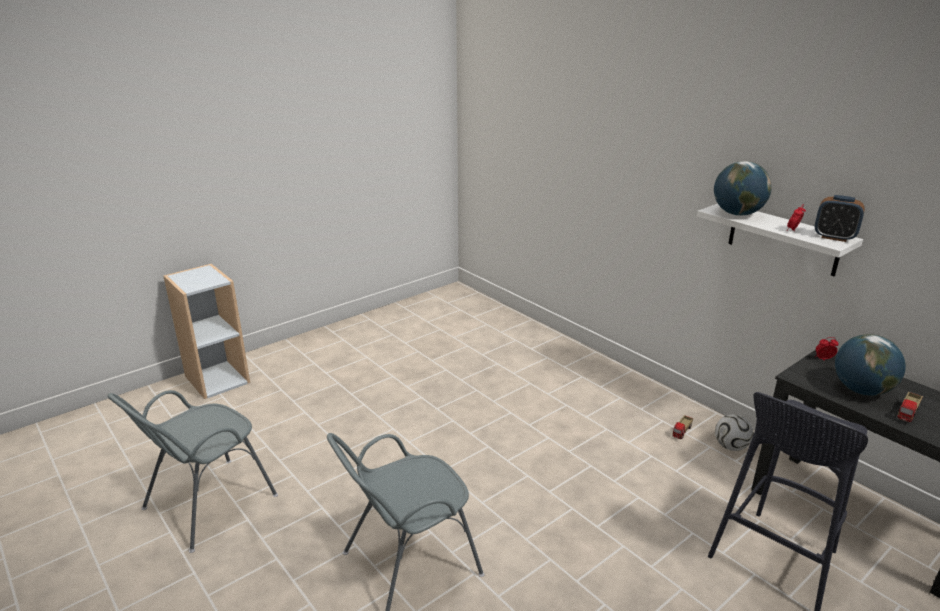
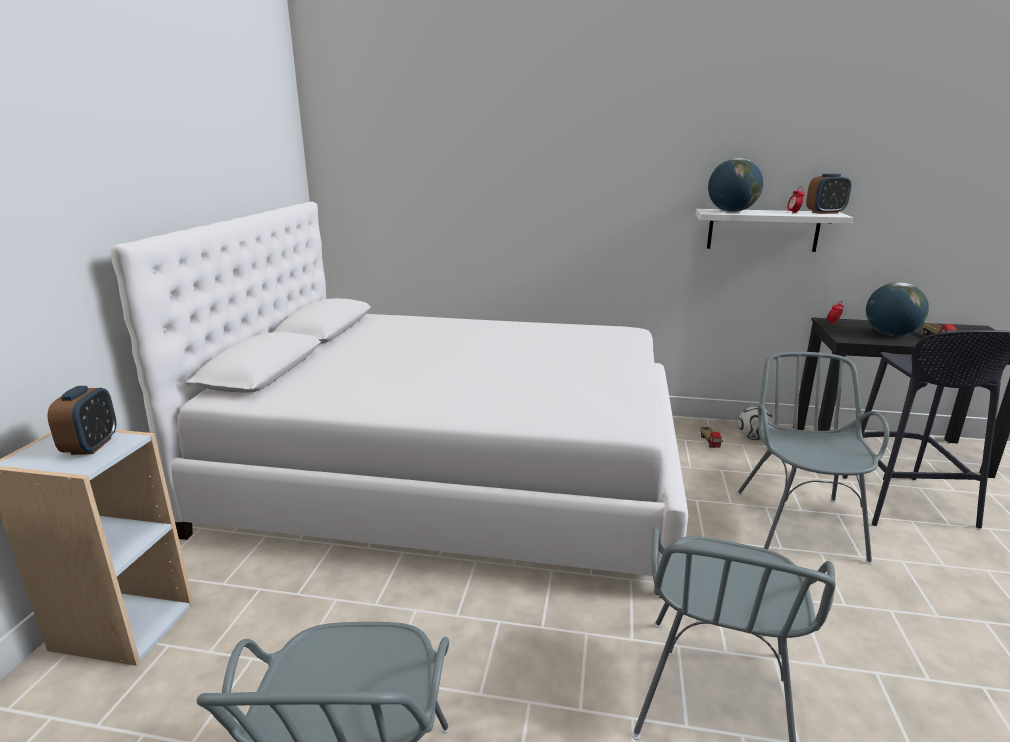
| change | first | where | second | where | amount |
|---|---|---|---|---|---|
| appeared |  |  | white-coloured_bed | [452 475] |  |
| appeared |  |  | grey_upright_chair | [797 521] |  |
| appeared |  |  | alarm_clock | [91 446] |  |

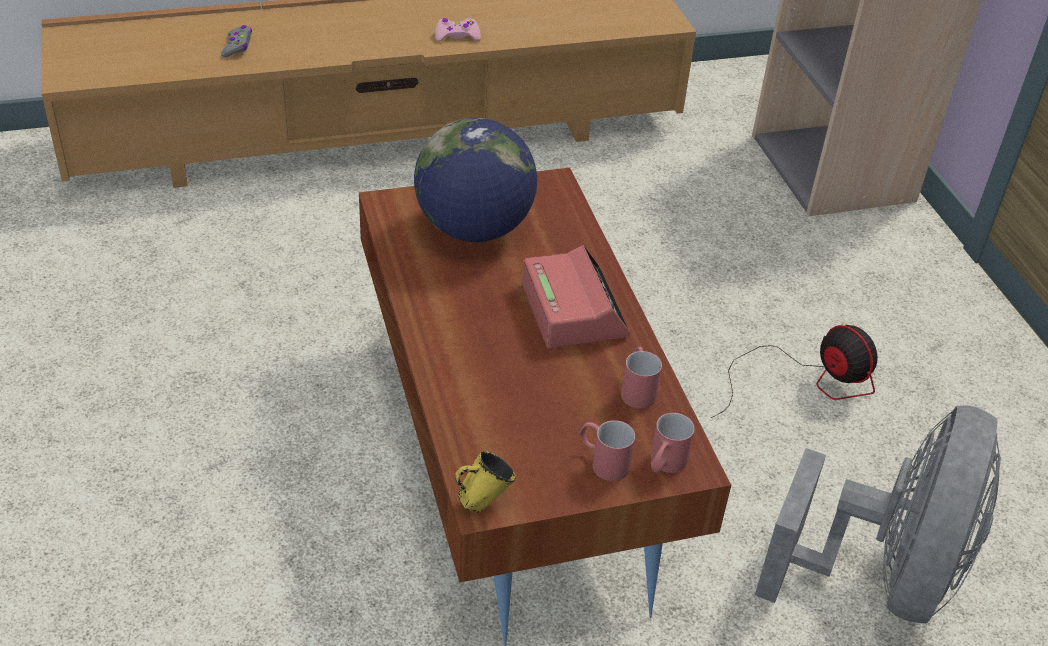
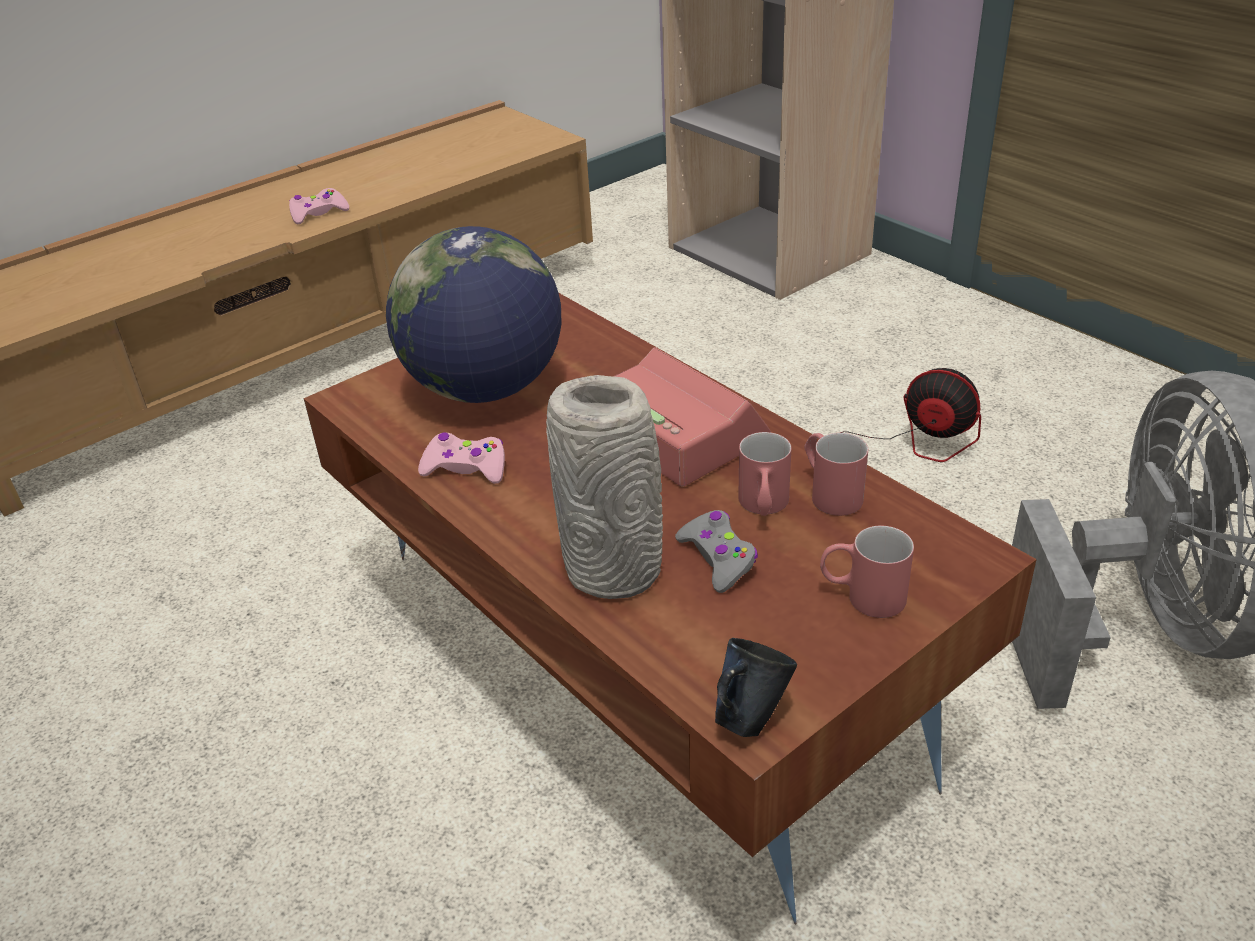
| change | first | where | second | where | amount |
|---|---|---|---|---|---|
| relocated | grey_game_controller | [237 46] |  | [718 558] |  |
| relocated | red-coloured_mug | [664 465] |  | [763 508] |  |
| colour | yellow_mug | [483 501] | blue_mug | [749 717] |  |
| appeared |  |  | grey_flower_vase | [616 571] |  |
| appeared |  |  | pink_game_controller | [466 468] |  |

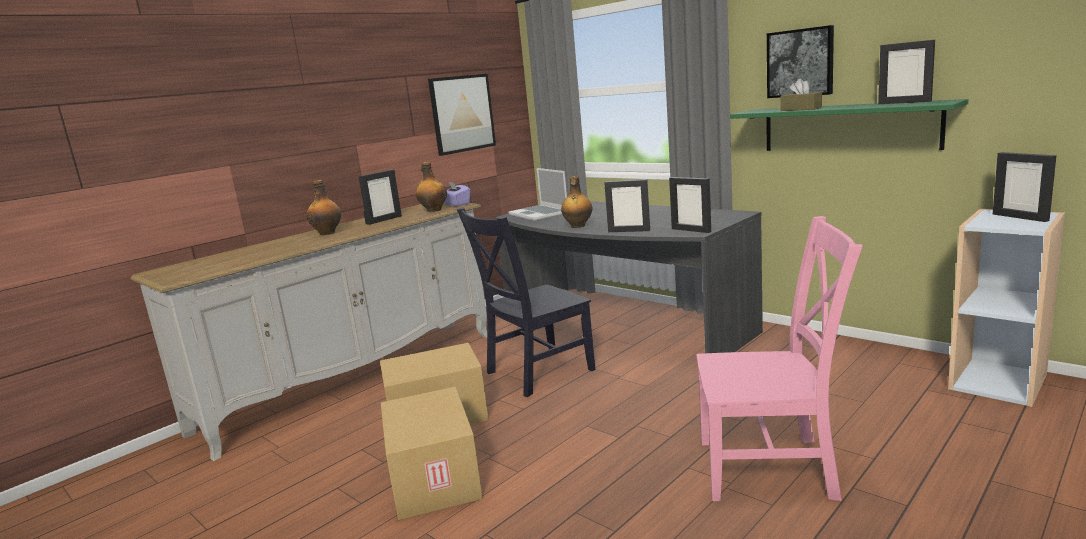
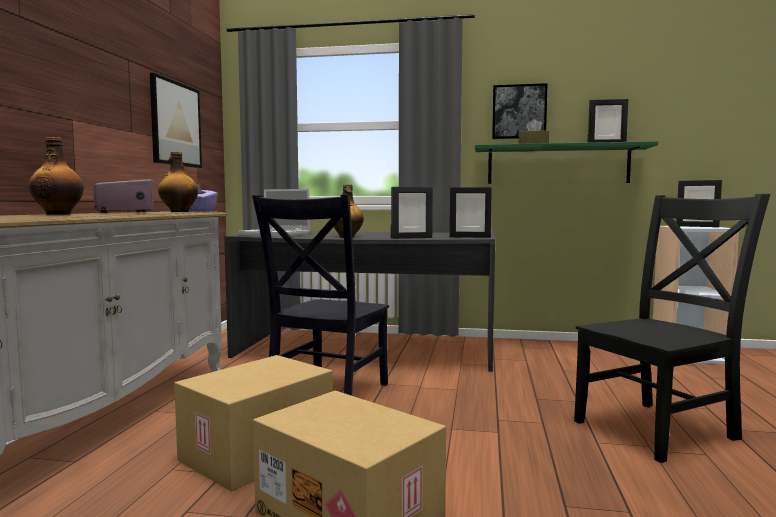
| change | first | where | second | where | amount |
|---|---|---|---|---|---|
| exchanged | standing_frame | [384 220] | radio_set | [124 213] |  |
| colour | pink_upright_chair | [772 469] | black_upright_chair | [659 429] |  |

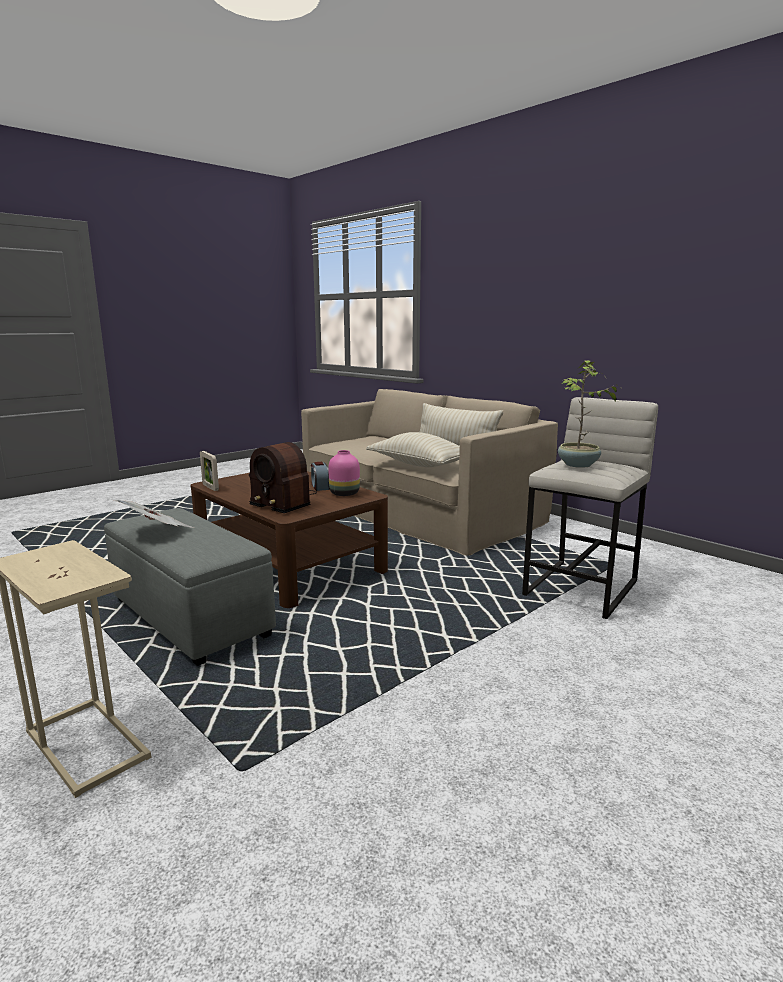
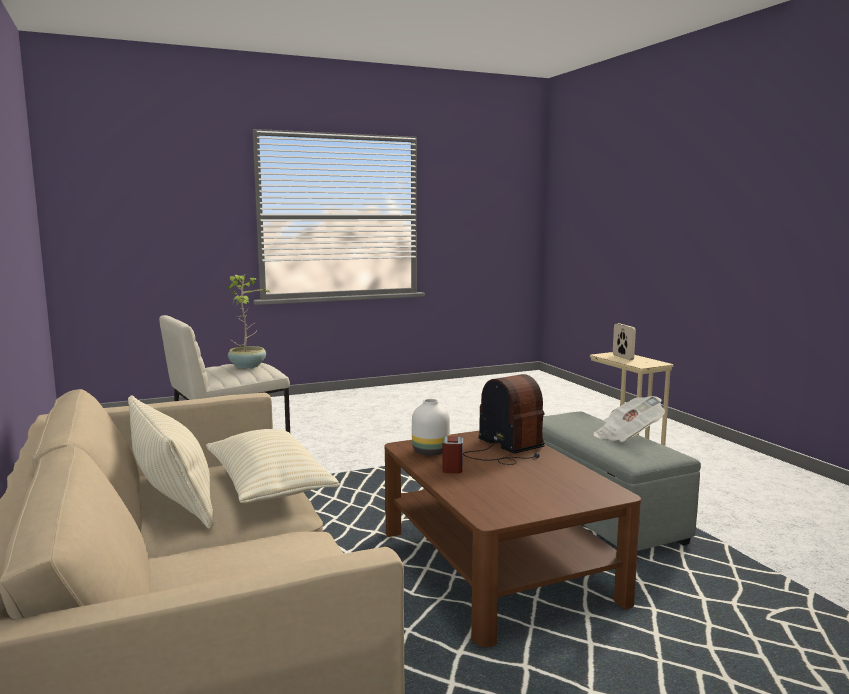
| change | first | where | second | where | amount |
|---|---|---|---|---|---|
| colour | pink_flower_vase | [343 494] | white-coloured_flower_vase | [431 452] |  |
| relocated | standing_frame | [210 487] |  | [623 357] |  |

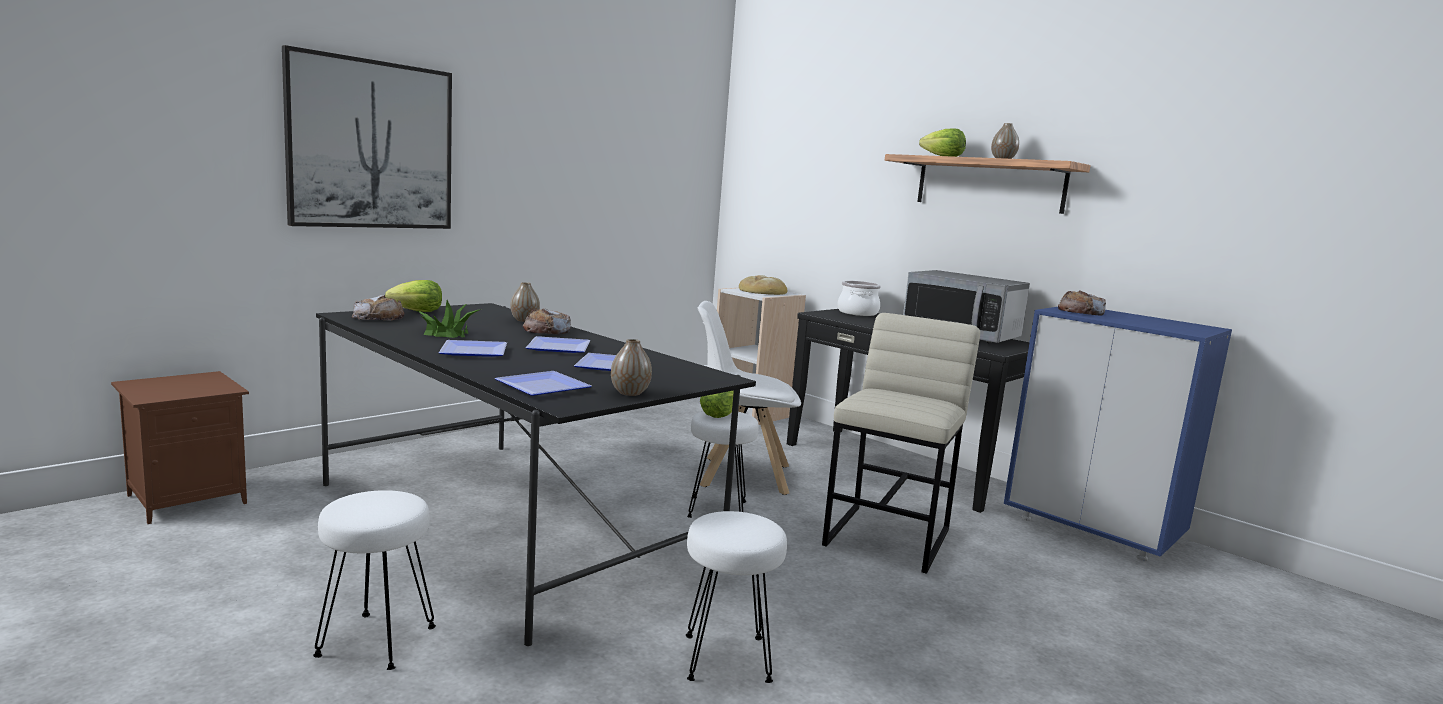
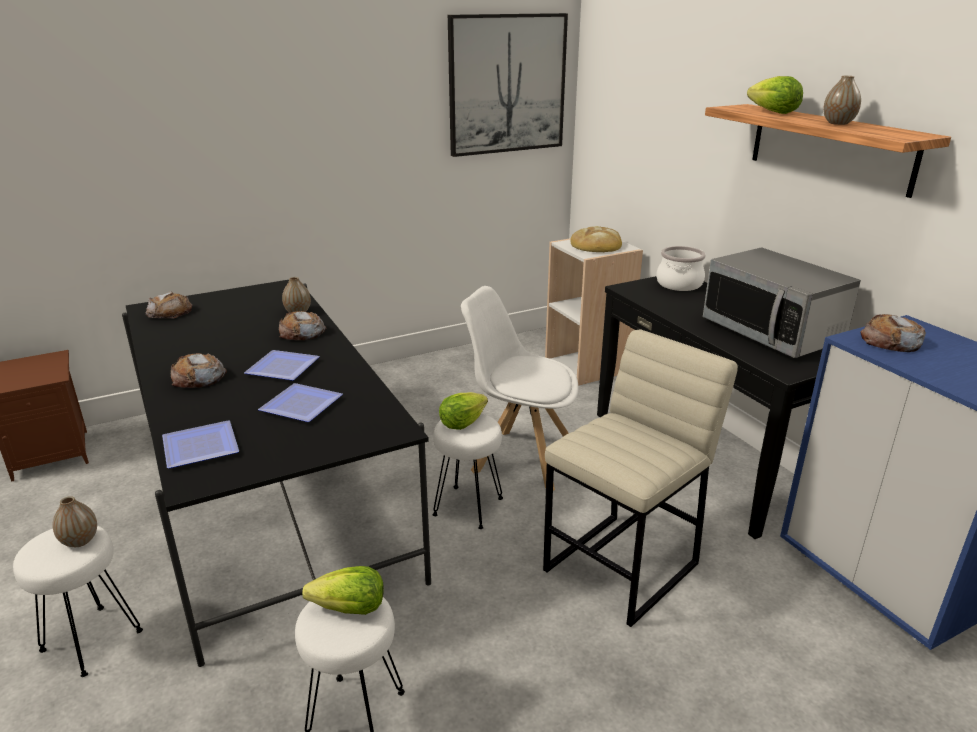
| change | first | where | second | where | amount |
|---|---|---|---|---|---|
| relocated | wall_picture | [372 145] |  | [507 84] |  |
| relocated | lettuce_head | [417 312] |  | [350 609] |  |
| missing | plant_in_a_pot | [447 334] |  |  |  |
| relocated | flower_vase | [630 393] |  | [80 541] |  |
| exchanged | dinner_plate | [476 352] | bakery_bread | [198 377] |  |

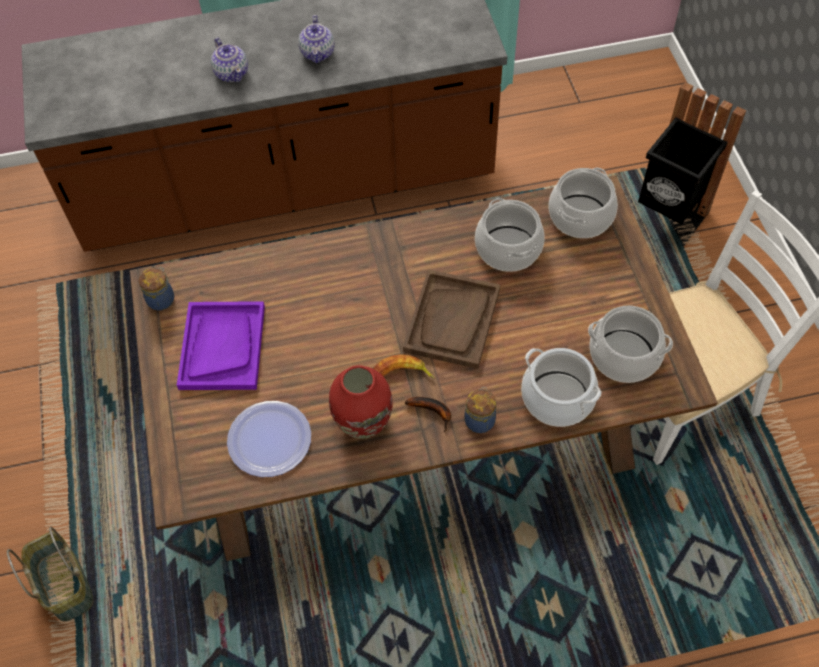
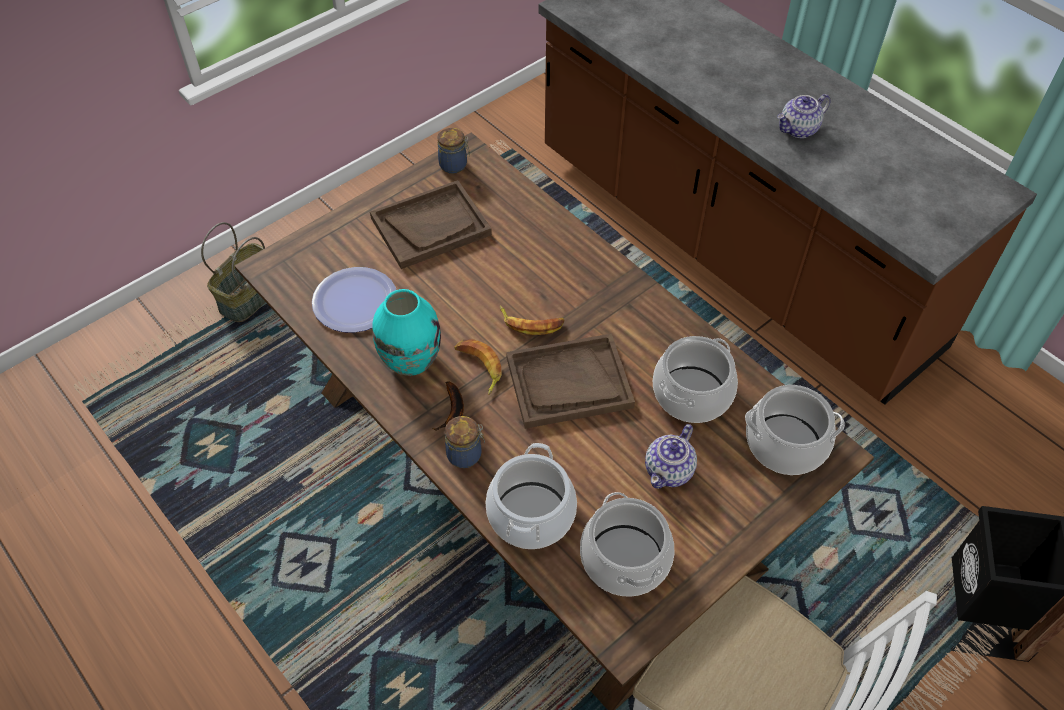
| change | first | where | second | where | amount |
|---|---|---|---|---|---|
| relocated | pot_for_tea | [232 73] |  | [669 470] |  |
| colour | purple_carrying_tray | [222 347] | brownish_carrying_tray | [431 226] |  |
| colour | red-coloured_flower_vase | [362 422] | blue-green_flower_vase | [410 360] |  |
| appeared |  |  | banana_fruit | [531 323] |  |

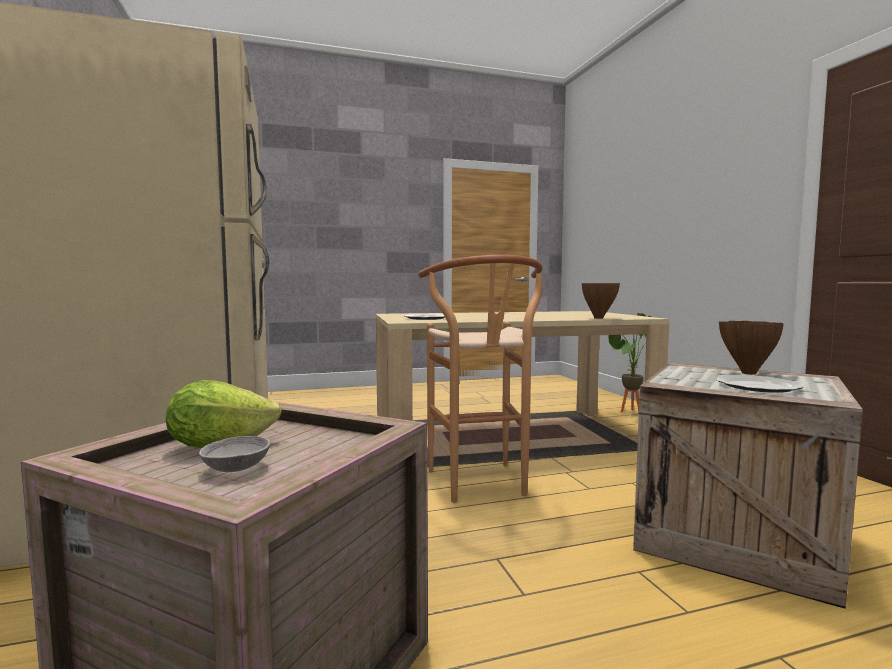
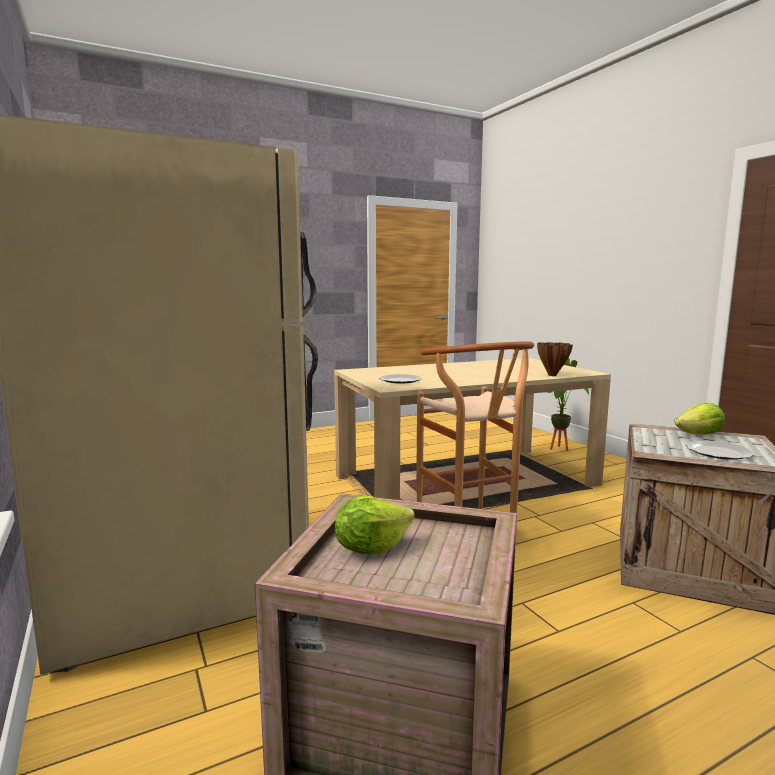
| change | first | where | second | where | amount |
|---|---|---|---|---|---|
| exchanged | brownish_flower_vase | [748 373] | lettuce_head | [699 435] |  |
| missing | grey_deep_dish | [236 468] |  |  |  |

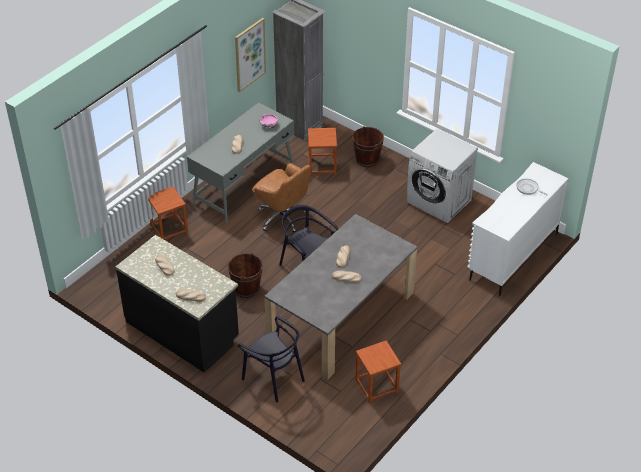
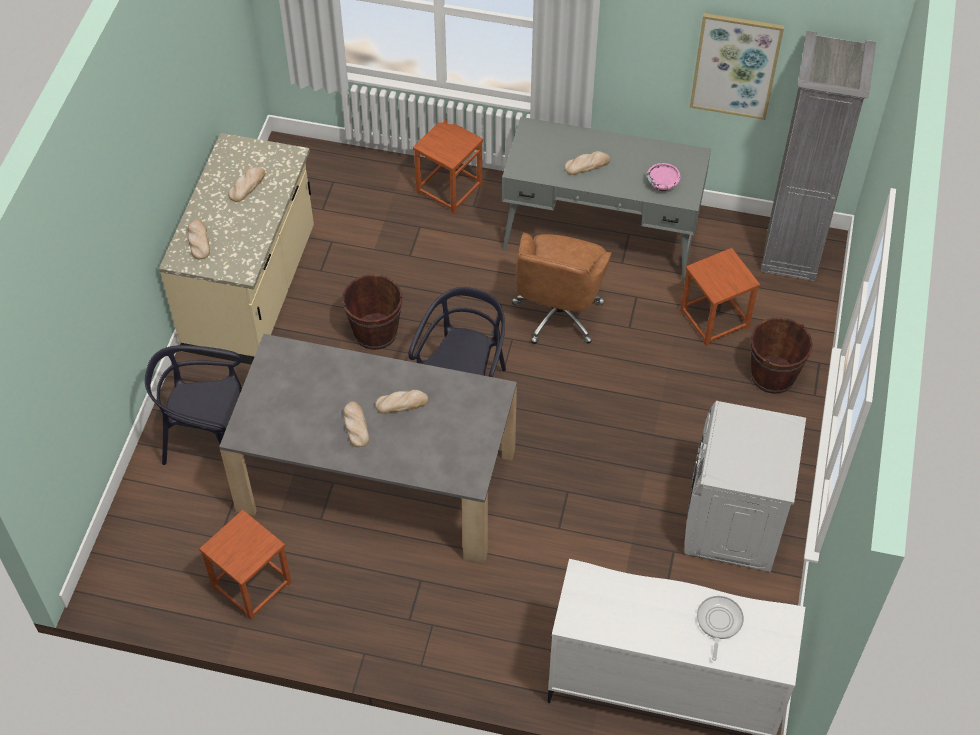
| change | first | where | second | where | amount |
|---|---|---|---|---|---|
| colour | black_kitchen_base_unit | [182 330] | sand-coloured_kitchen_base_unit | [252 292] |  |
| spun | black_upright_chair | [274 378] |  | [208 440] | 75 degrees clockwise |

